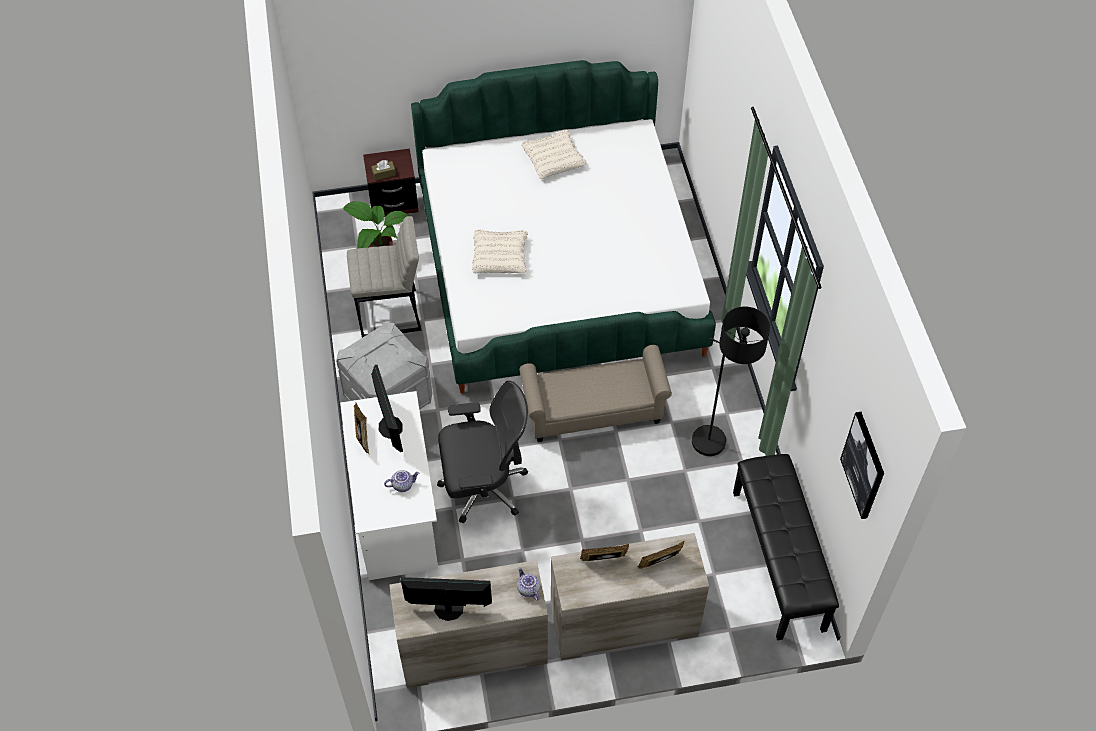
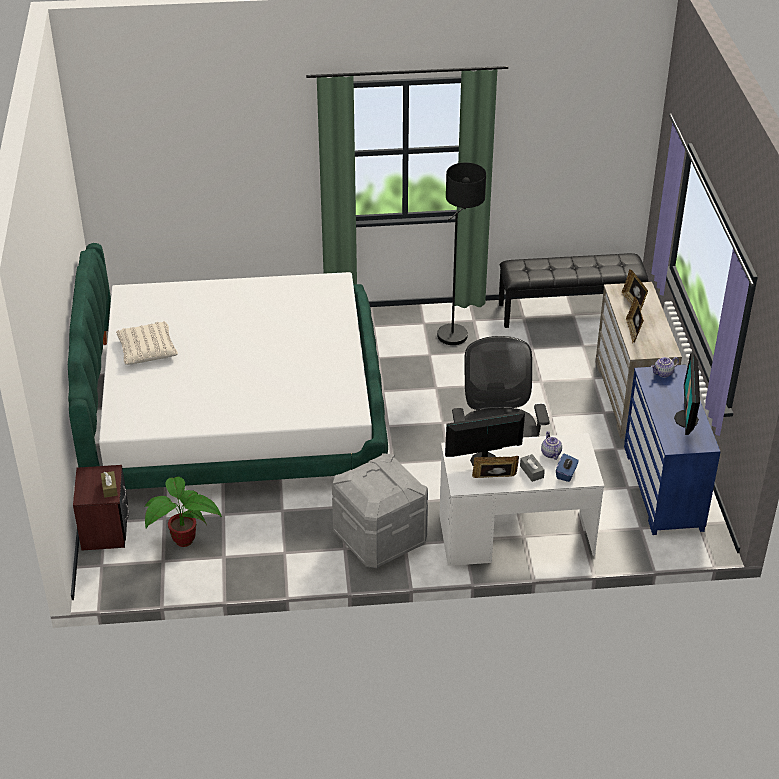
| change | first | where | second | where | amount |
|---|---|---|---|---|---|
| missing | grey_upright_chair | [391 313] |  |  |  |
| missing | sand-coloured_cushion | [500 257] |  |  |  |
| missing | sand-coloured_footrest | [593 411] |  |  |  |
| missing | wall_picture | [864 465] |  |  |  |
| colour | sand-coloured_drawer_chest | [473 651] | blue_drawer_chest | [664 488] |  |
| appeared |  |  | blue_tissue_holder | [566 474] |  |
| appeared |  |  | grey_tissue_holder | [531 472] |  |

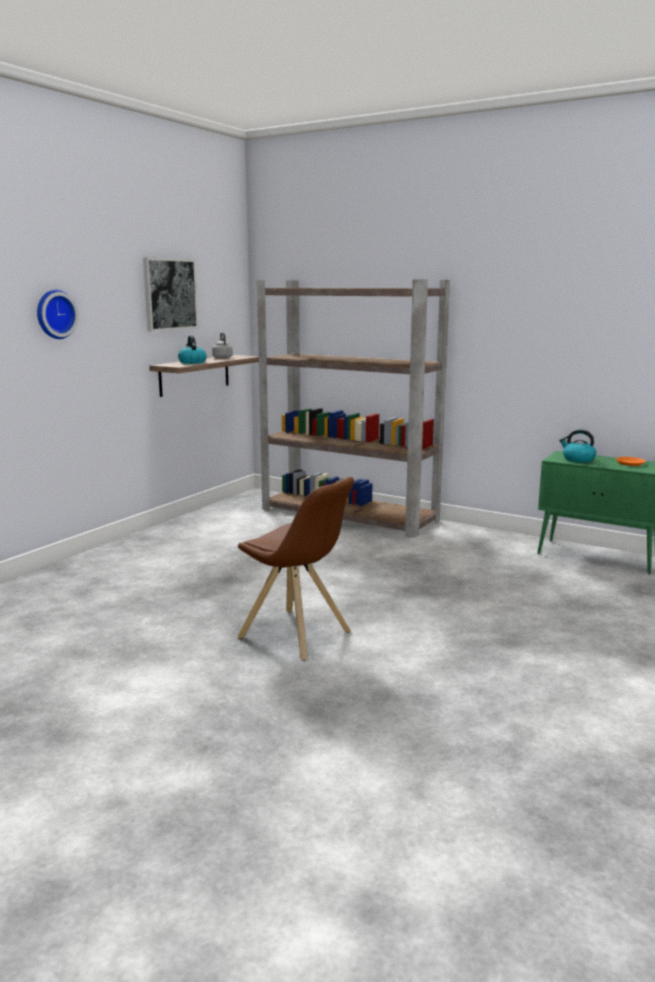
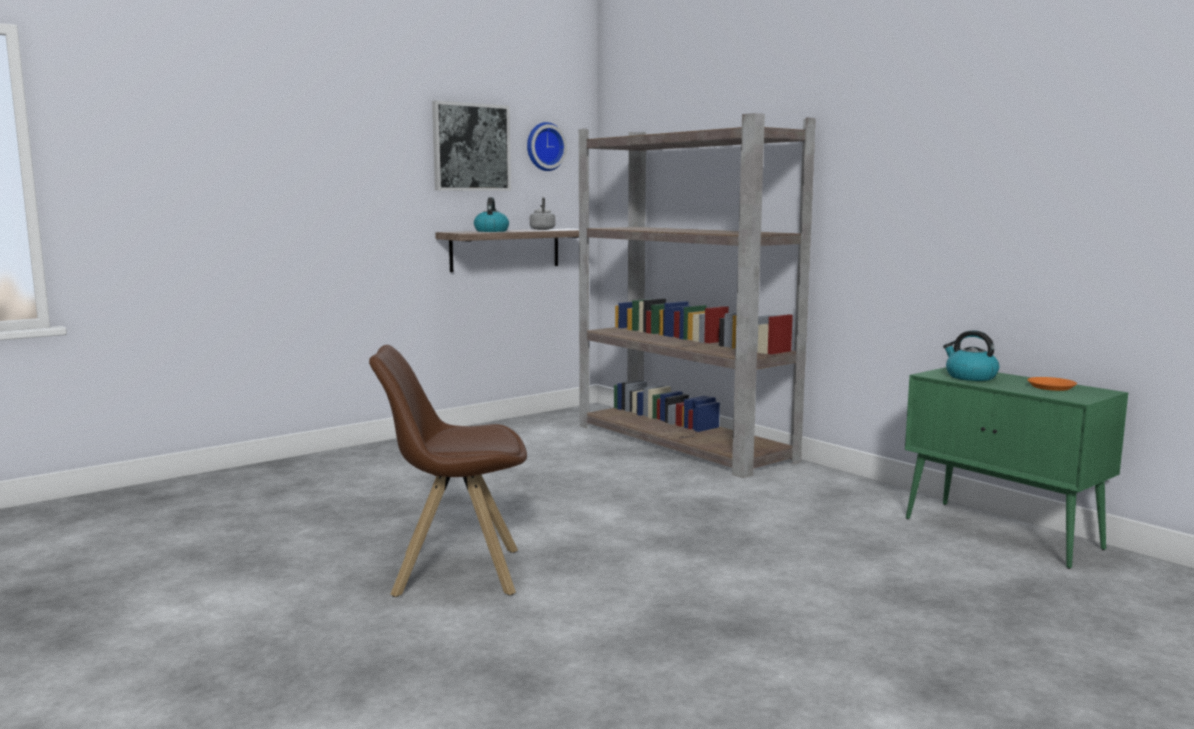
| change | first | where | second | where | amount |
|---|---|---|---|---|---|
| relocated | clock_on_the_wall | [54 314] |  | [544 146] |  |
| spun | brownish_upright_chair | [296 634] |  | [456 573] | 120 degrees clockwise |

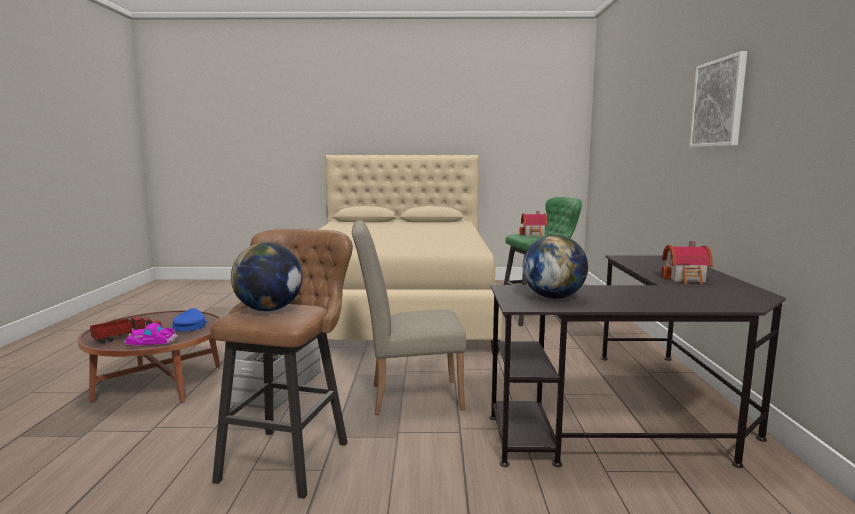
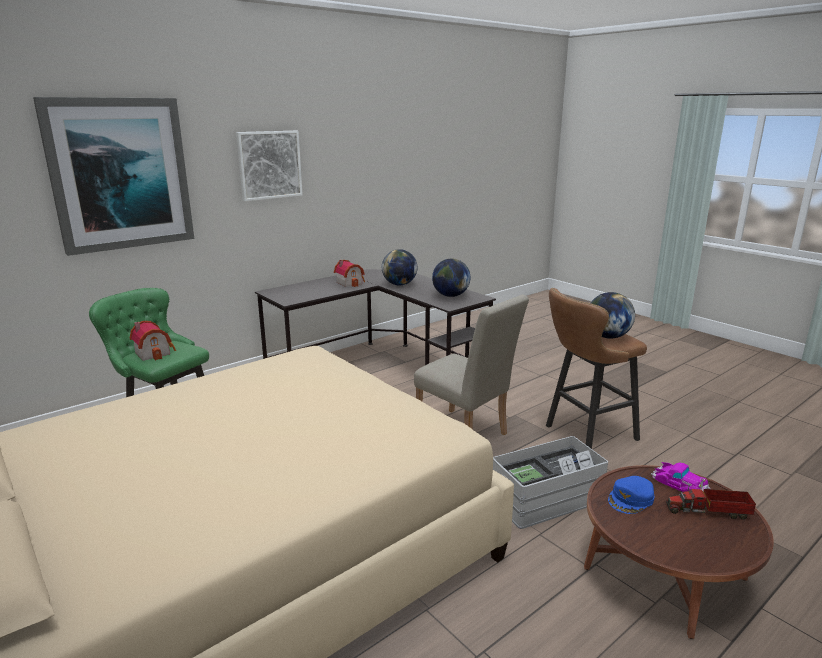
| change | first | where | second | where | amount |
|---|---|---|---|---|---|
| appeared |  |  | wall_picture | [120 174] |  |
| appeared |  |  | globe | [399 284] |  |

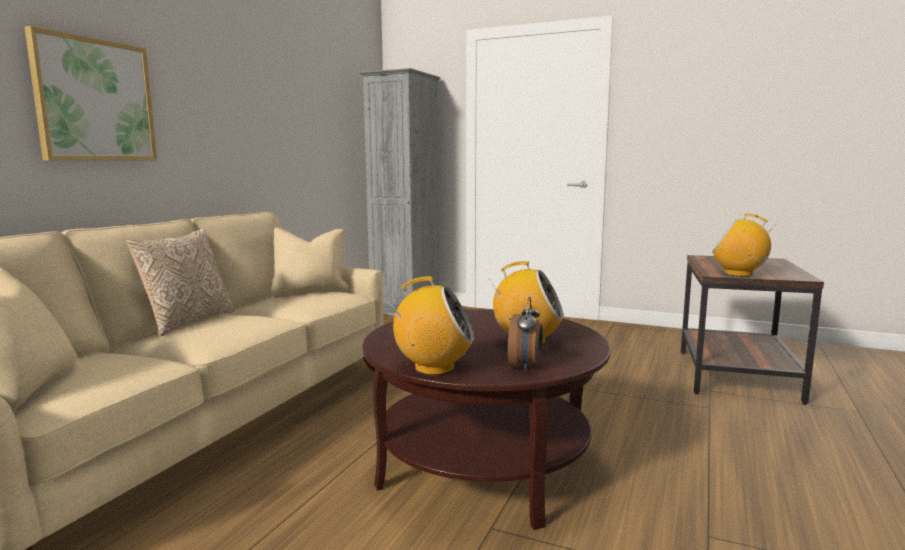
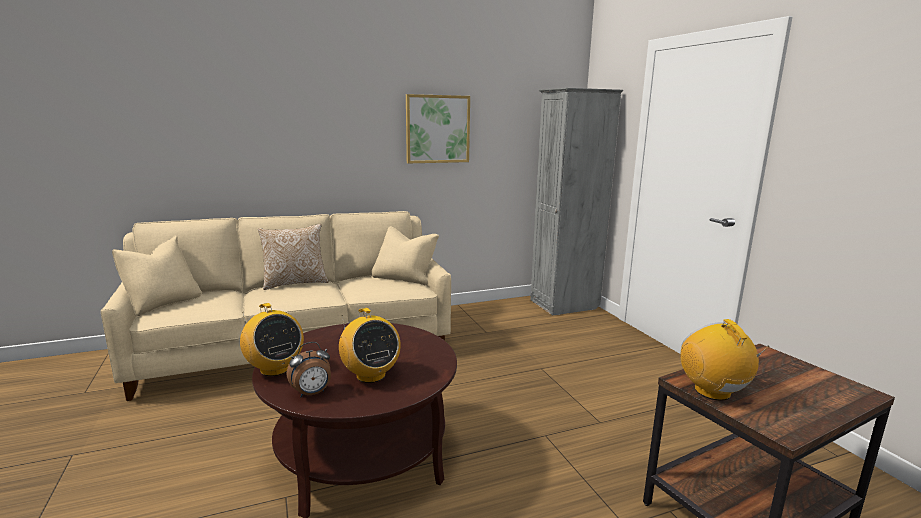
| change | first | where | second | where | amount |
|---|---|---|---|---|---|
| relocated | wall_picture | [94 100] |  | [437 129] |  |

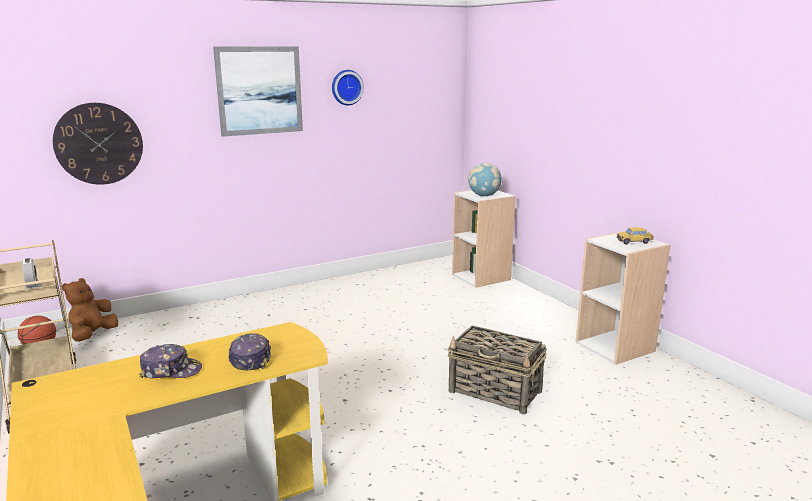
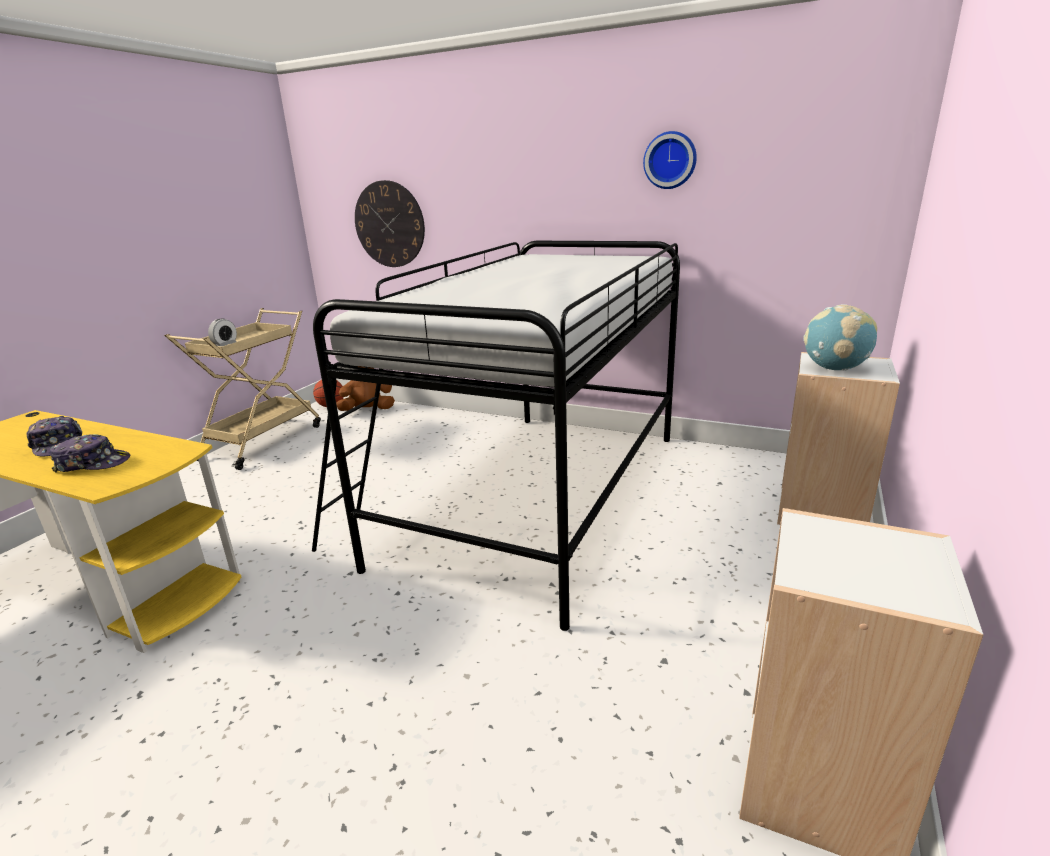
| change | first | where | second | where | amount |
|---|---|---|---|---|---|
| missing | wall_picture | [259 90] |  |  |  |
| missing | miniature_car | [634 242] |  |  |  |
| missing | storage_basket | [496 392] |  |  |  |
| spun | peaked_cap | [250 359] |  | [93 464] | 45 degrees clockwise |
| appeared |  |  | black_bed | [535 496] |  |

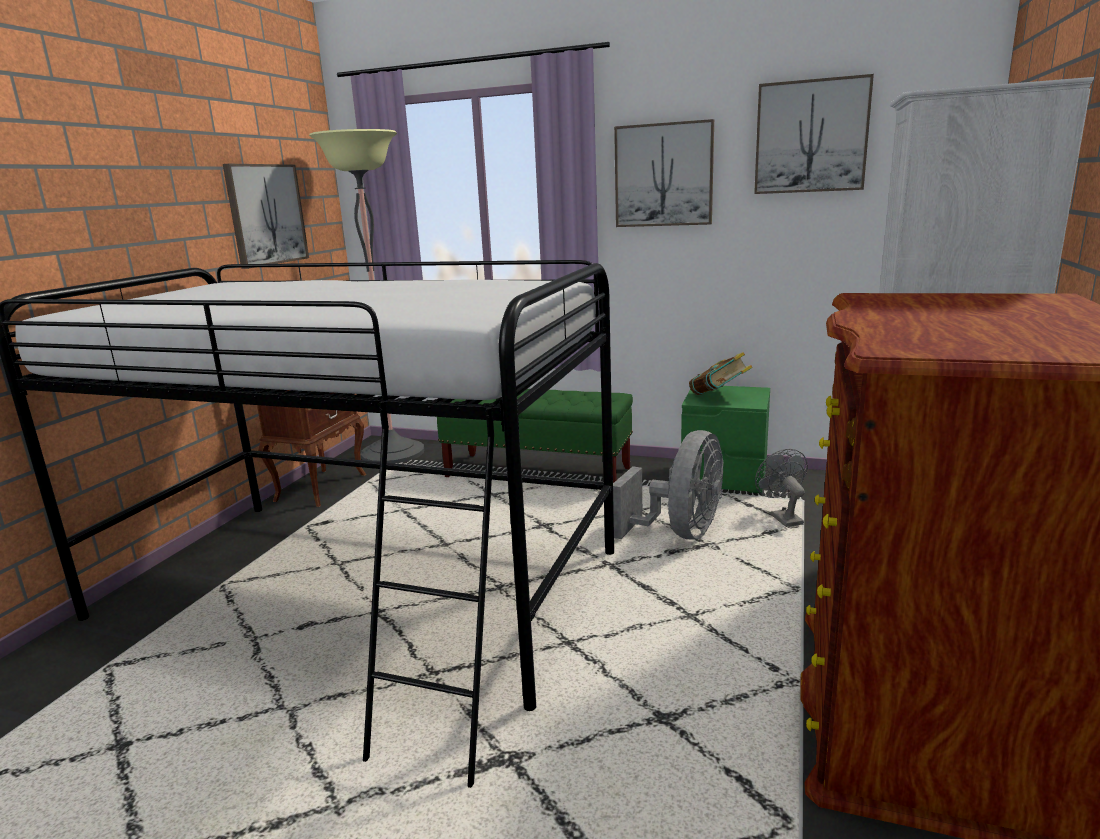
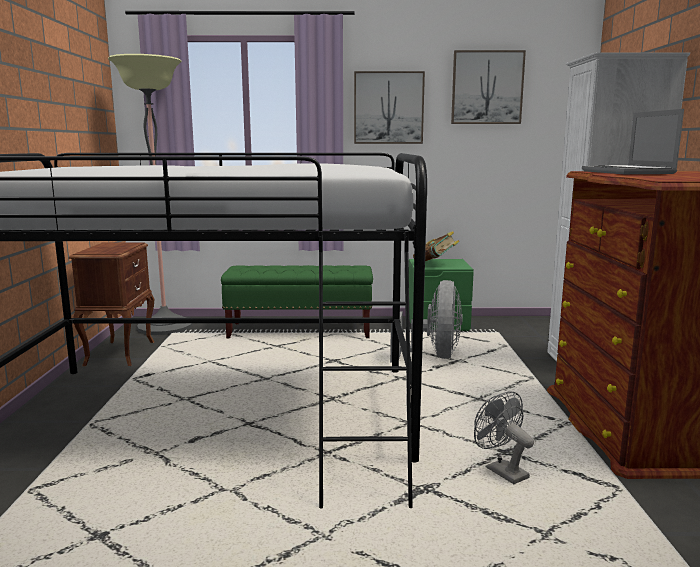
| change | first | where | second | where | amount |
|---|---|---|---|---|---|
| missing | wall_picture | [266 214] |  |  |  |
| relocated | grey_fan | [782 517] |  | [501 471] |  |
| appeared |  |  | notebook_computer | [629 172] |  |

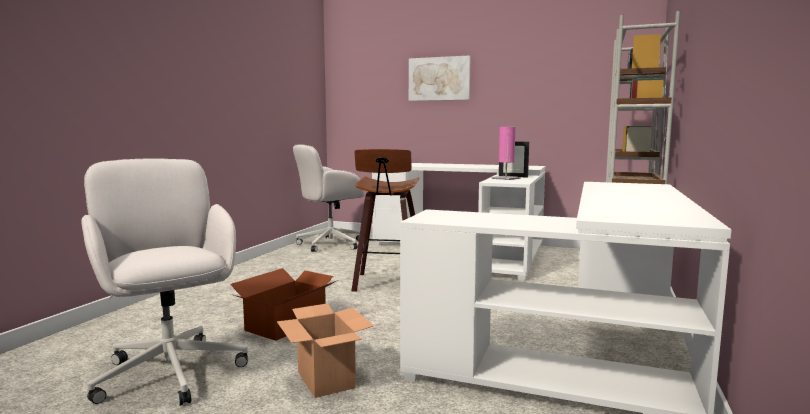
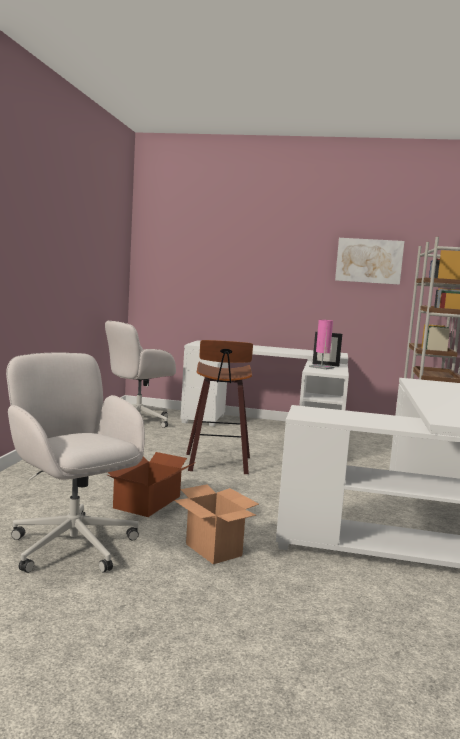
| change | first | where | second | where | amount |
|---|---|---|---|---|---|
| relocated | wall_picture | [439 79] |  | [369 261] |  |

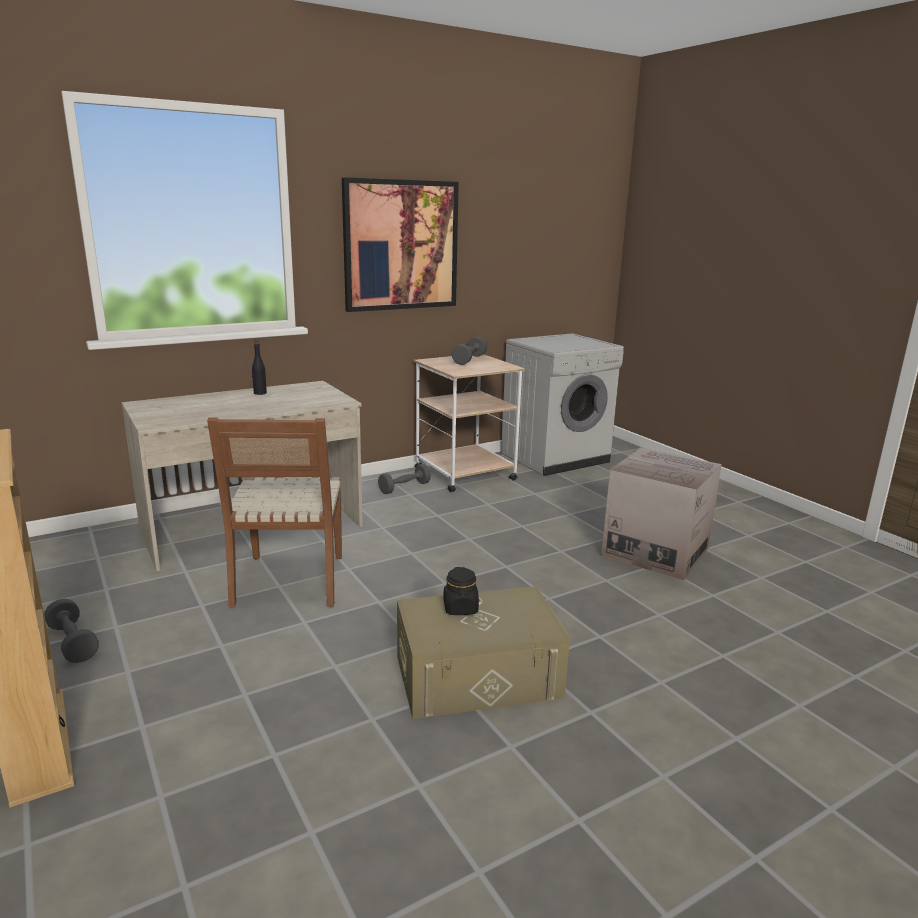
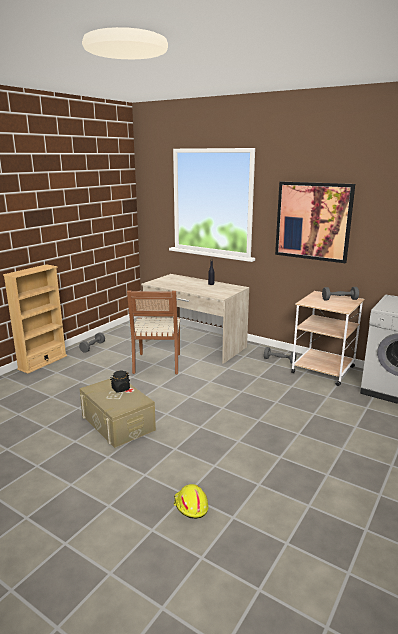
| change | first | where | second | where | amount |
|---|---|---|---|---|---|
| spun | upright_chair | [288 584] |  | [157 365] | 60 degrees counterclockwise |
| missing | carton | [655 552] |  |  |  |
| appeared |  |  | yellow_safety_helmet | [190 506] |  |

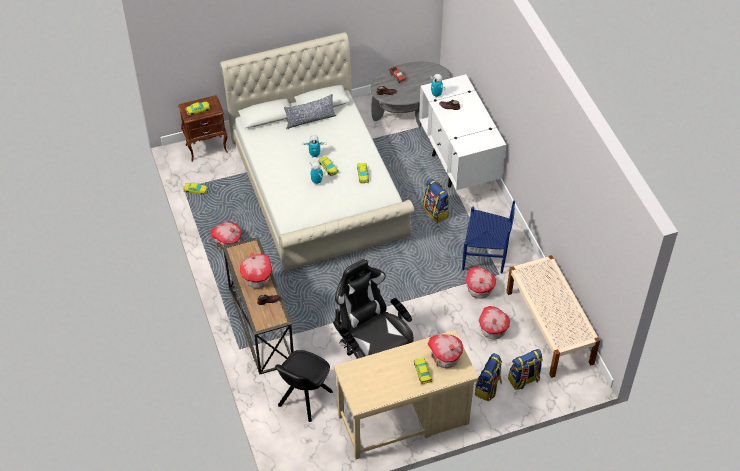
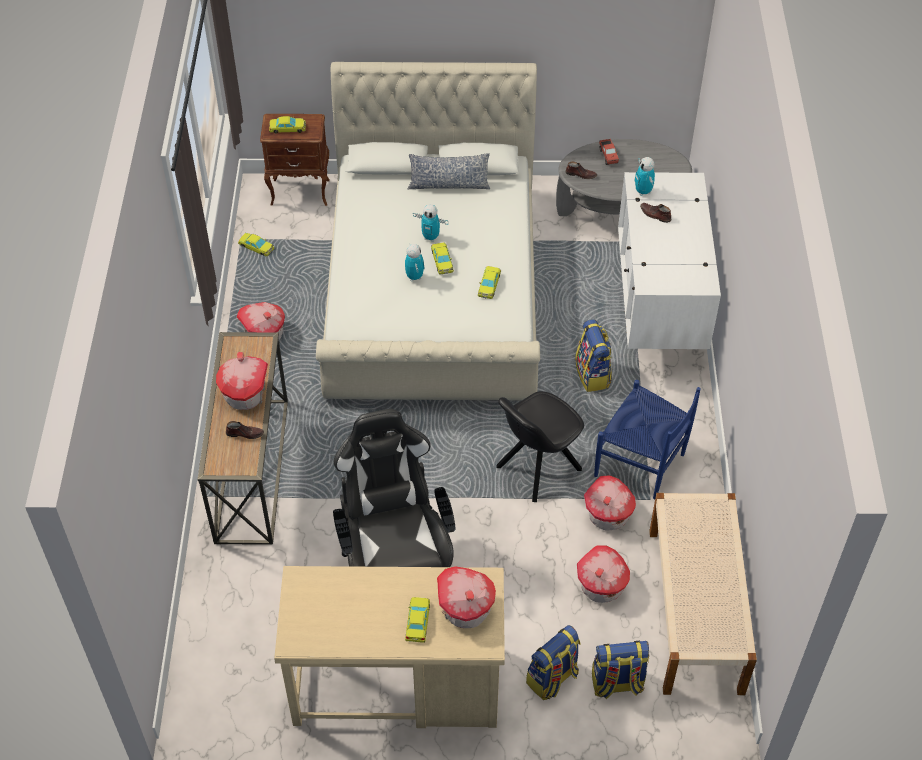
| change | first | where | second | where | amount |
|---|---|---|---|---|---|
| relocated | black_upright_chair | [304 398] |  | [537 468] |  |

